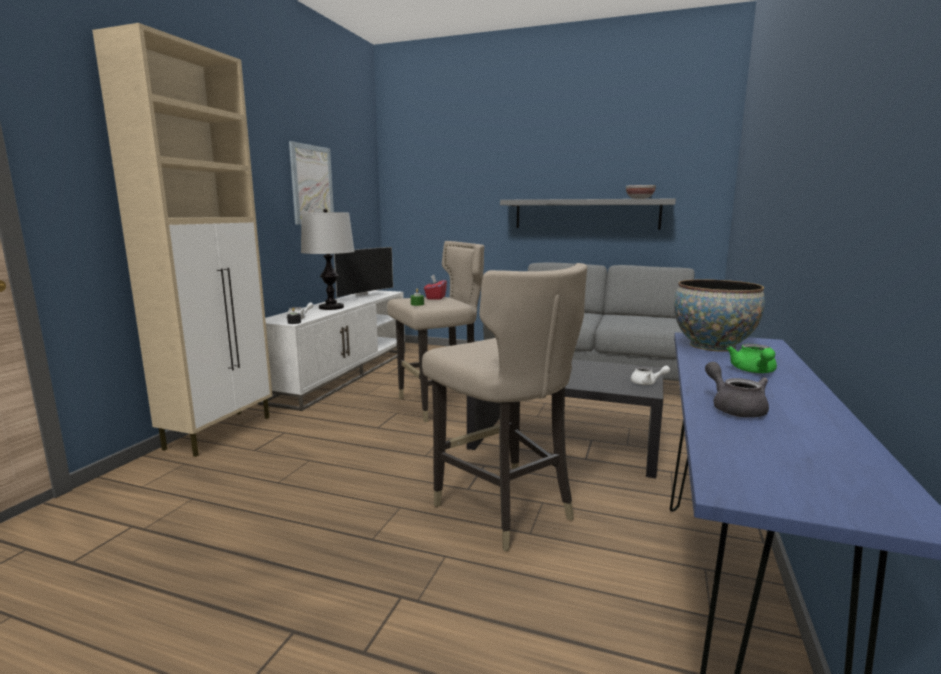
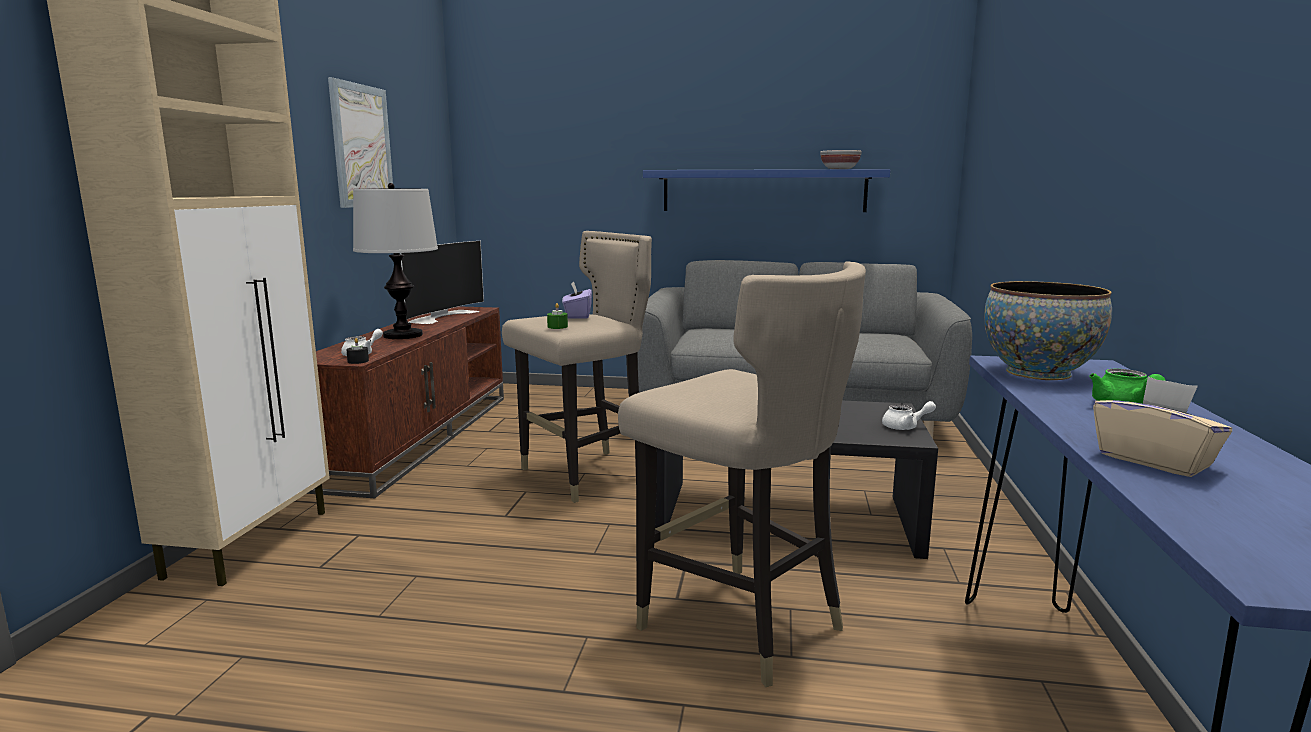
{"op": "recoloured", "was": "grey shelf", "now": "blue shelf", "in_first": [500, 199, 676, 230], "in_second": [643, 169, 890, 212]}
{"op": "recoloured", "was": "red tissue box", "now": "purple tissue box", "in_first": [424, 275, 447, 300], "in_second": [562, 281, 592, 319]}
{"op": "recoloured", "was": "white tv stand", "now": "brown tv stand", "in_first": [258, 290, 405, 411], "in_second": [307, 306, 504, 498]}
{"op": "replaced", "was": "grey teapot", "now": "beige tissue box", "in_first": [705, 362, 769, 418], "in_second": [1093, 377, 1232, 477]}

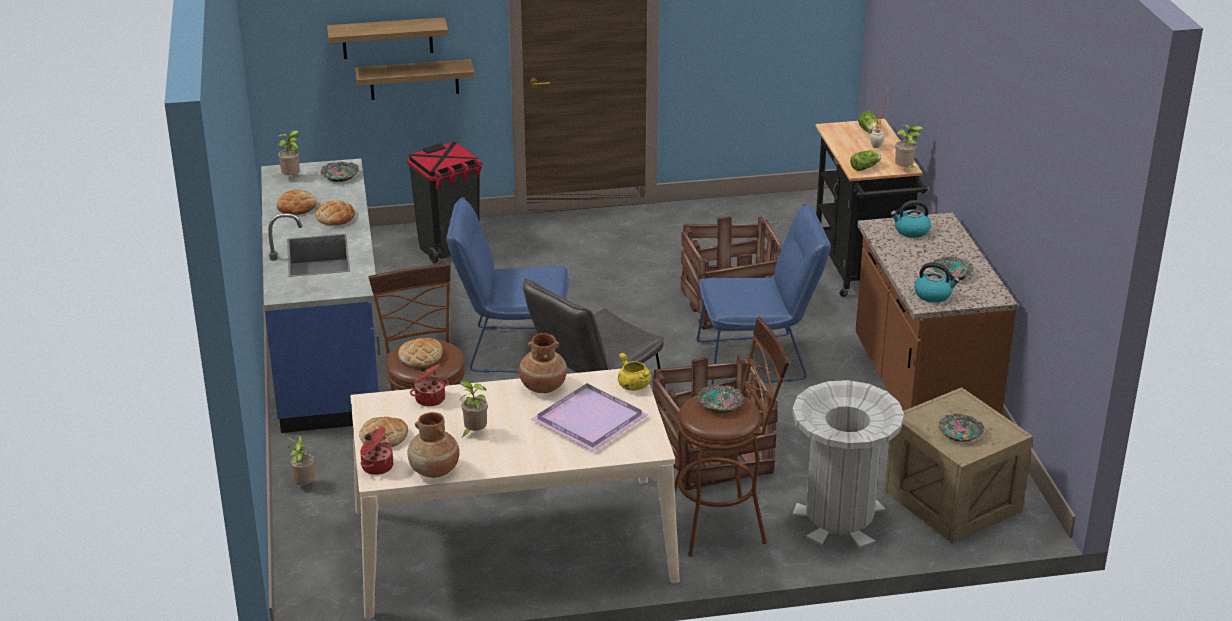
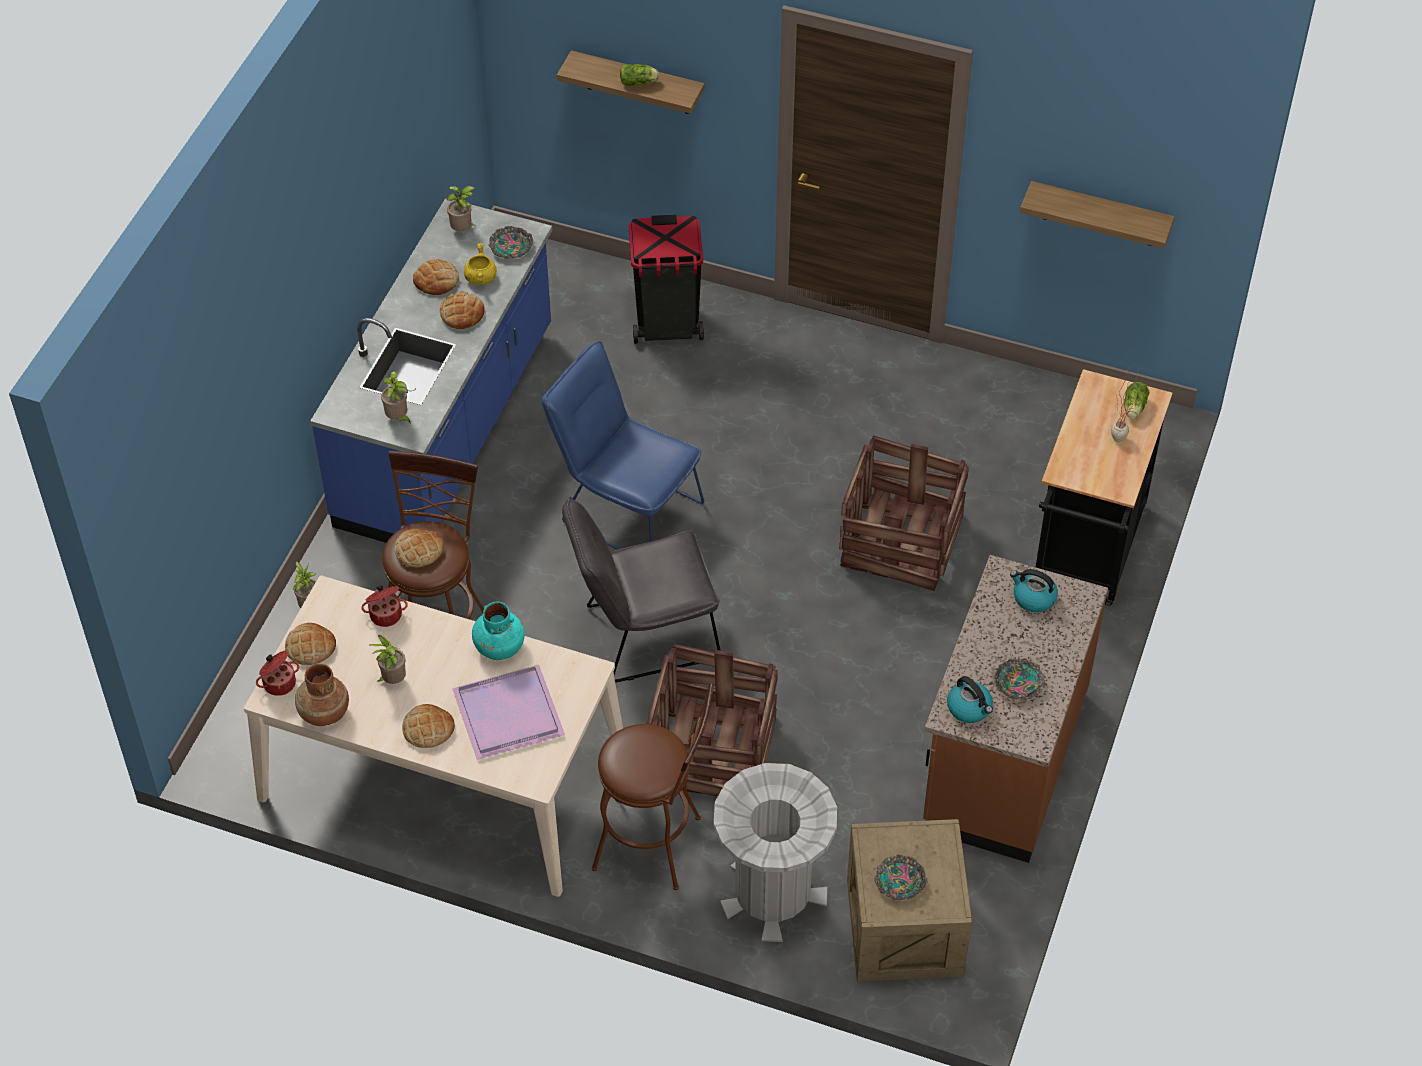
{"op": "moved", "was": "shelf", "in_first": [355, 59, 475, 100], "in_second": [1020, 181, 1175, 249]}
{"op": "moved", "was": "potted plant", "in_first": [895, 125, 923, 168], "in_second": [381, 371, 411, 424]}
{"op": "moved", "was": "lettuce", "in_first": [850, 150, 881, 171], "in_second": [620, 64, 659, 86]}
{"op": "removed", "was": "blue chair", "in_first": [697, 204, 831, 385]}
{"op": "recoloured", "was": "brown vase", "now": "turquoise vase", "in_first": [519, 333, 567, 393], "in_second": [472, 602, 525, 660]}
{"op": "moved", "was": "yellow cooking pot", "in_first": [618, 353, 651, 391], "in_second": [464, 243, 497, 285]}
{"op": "removed", "was": "bowl", "in_first": [697, 385, 744, 414]}
{"op": "added", "now": "bread", "in_second": [402, 704, 455, 748]}

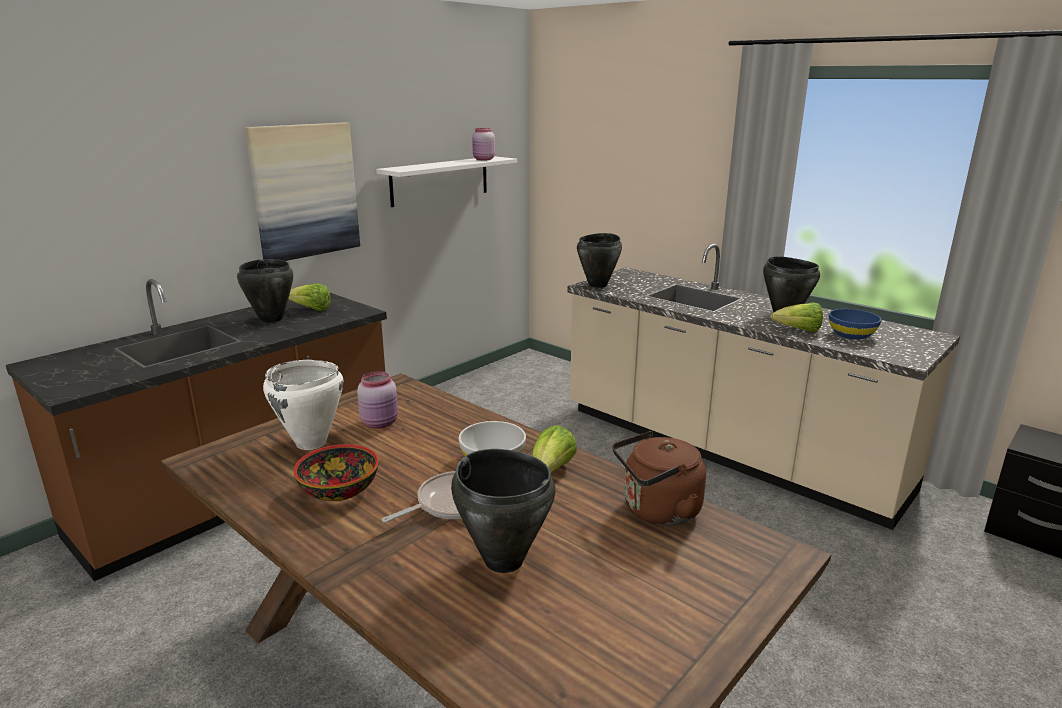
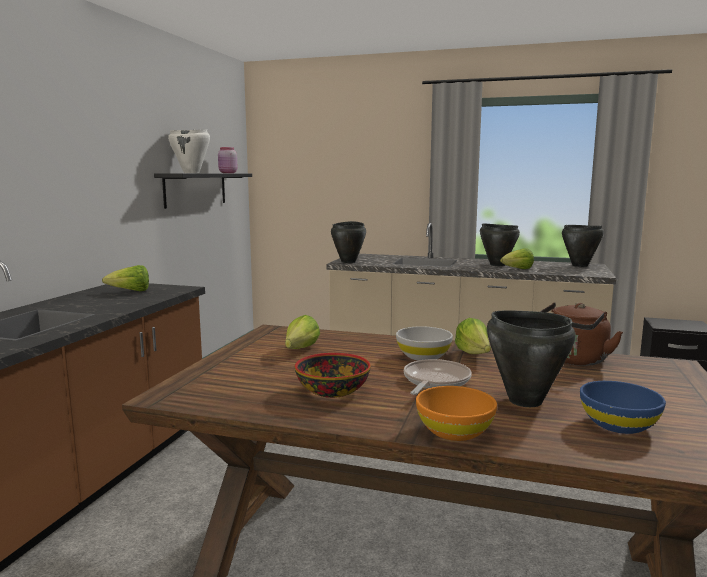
{"op": "removed", "was": "picture", "in_first": [245, 123, 360, 261]}
{"op": "recoloured", "was": "white shelf", "now": "black shelf", "in_first": [376, 156, 517, 207], "in_second": [154, 173, 252, 209]}
{"op": "moved", "was": "black cooking pot", "in_first": [237, 259, 293, 323], "in_second": [562, 225, 604, 267]}
{"op": "moved", "was": "blue bowl", "in_first": [829, 309, 882, 340], "in_second": [580, 381, 666, 434]}
{"op": "moved", "was": "white cooking pot", "in_first": [263, 360, 344, 450], "in_second": [168, 129, 210, 173]}
{"op": "replaced", "was": "pink jar", "now": "lettuce", "in_first": [357, 371, 398, 428], "in_second": [285, 315, 320, 349]}
{"op": "added", "now": "orange bowl", "in_second": [416, 386, 497, 441]}

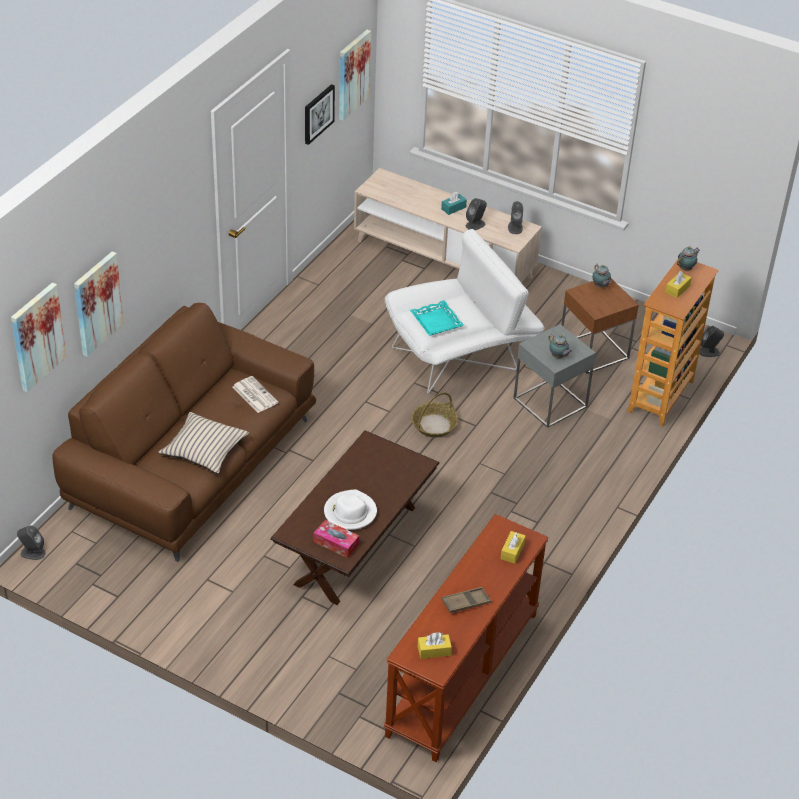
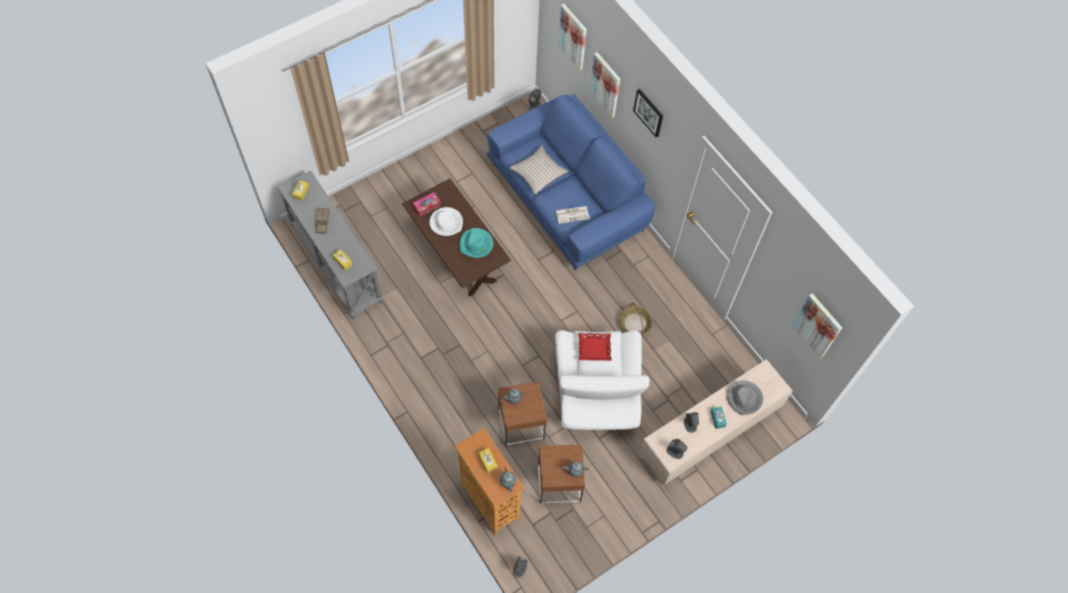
{"op": "moved", "was": "picture", "in_first": [305, 84, 335, 145], "in_second": [633, 89, 663, 138]}
{"op": "recoloured", "was": "turquoise tray", "now": "red tray", "in_first": [410, 300, 464, 336], "in_second": [578, 333, 611, 361]}
{"op": "recoloured", "was": "brown sofa", "now": "blue sofa", "in_first": [52, 303, 316, 562], "in_second": [487, 94, 655, 271]}
{"op": "recoloured", "was": "grey side table", "now": "brown side table", "in_first": [514, 324, 596, 428], "in_second": [498, 381, 547, 446]}
{"op": "moved", "was": "basket", "in_first": [411, 392, 458, 437], "in_second": [620, 303, 653, 335]}
{"op": "recoloured", "was": "brown console table", "now": "grey console table", "in_first": [383, 514, 549, 762], "in_second": [278, 171, 384, 319]}
{"op": "added", "now": "turquoise hat", "in_second": [460, 228, 493, 258]}
{"op": "added", "now": "grey hat", "in_second": [727, 380, 763, 415]}

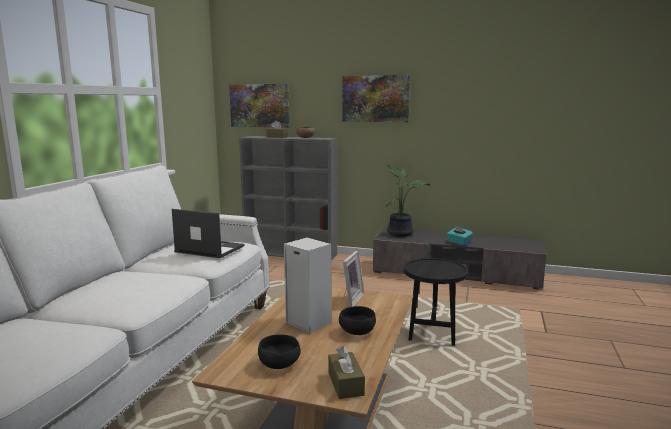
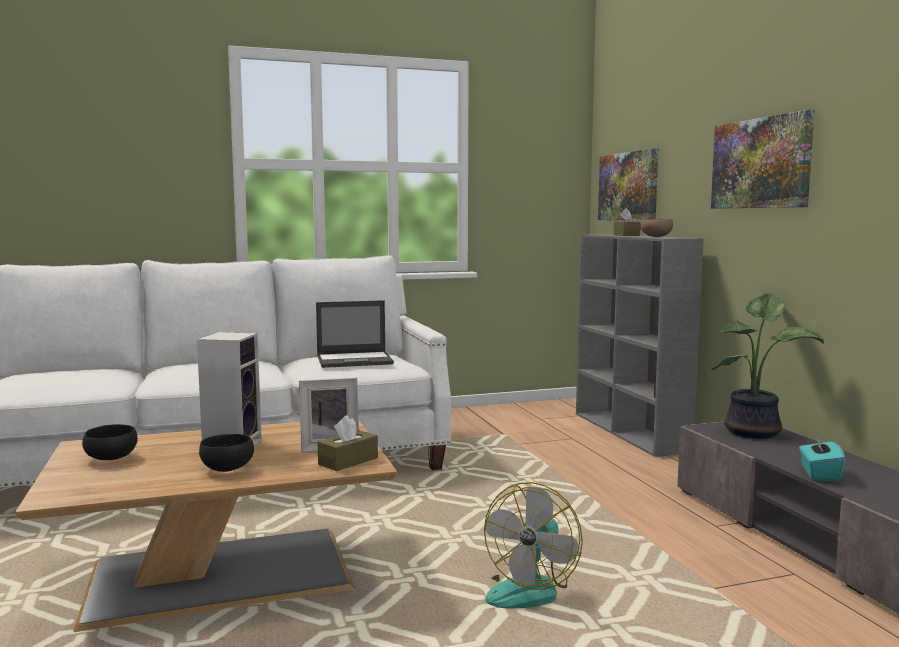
{"op": "turned", "was": "laptop", "in_first": [172, 209, 244, 258], "in_second": [316, 300, 394, 368], "clockwise": 90}
{"op": "replaced", "was": "black side table", "now": "fan", "in_first": [404, 258, 468, 346], "in_second": [484, 482, 583, 609]}
{"op": "moved", "was": "brown tissue box", "in_first": [328, 346, 365, 399], "in_second": [318, 415, 378, 471]}

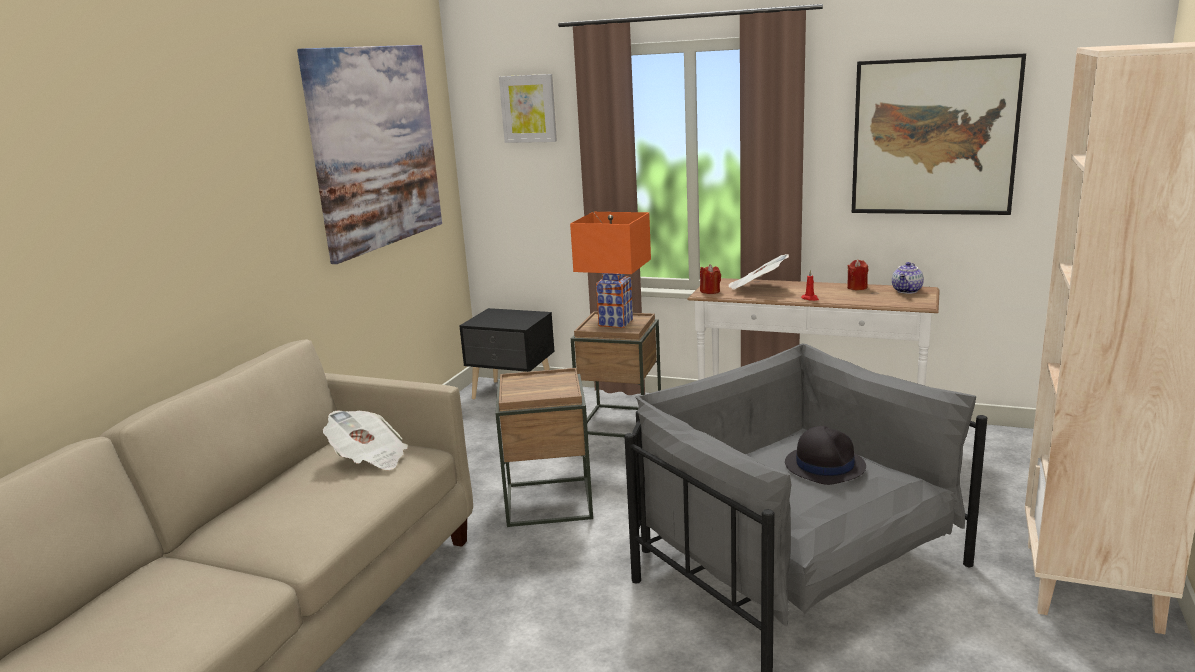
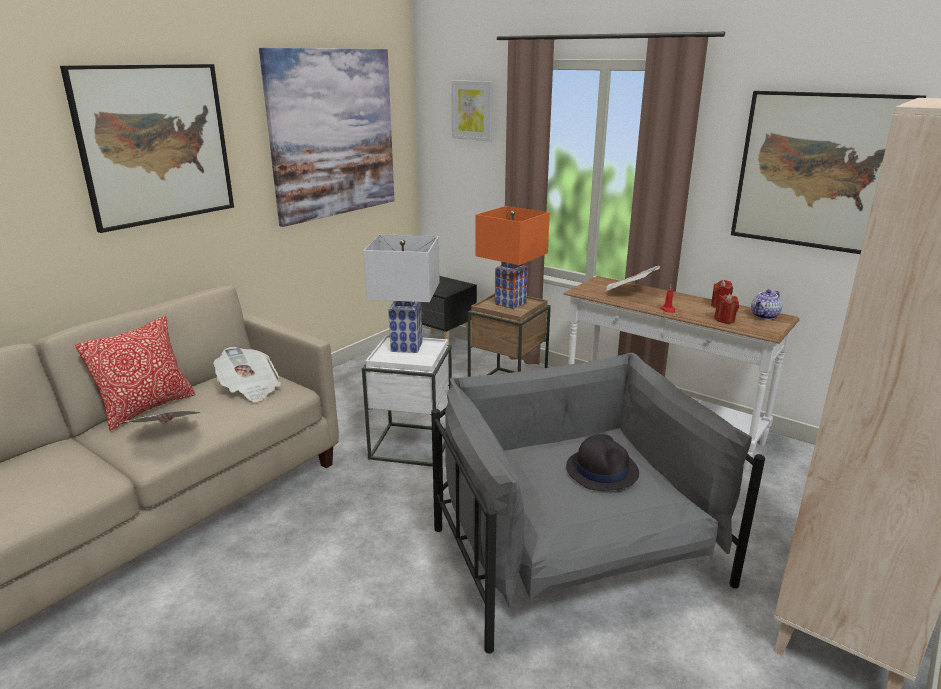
{"op": "moved", "was": "red candle", "in_first": [700, 264, 721, 294], "in_second": [714, 294, 739, 323]}
{"op": "recoloured", "was": "brown side table", "now": "white side table", "in_first": [495, 368, 593, 527], "in_second": [362, 335, 452, 467]}
{"op": "added", "now": "picture", "in_second": [60, 64, 234, 233]}
{"op": "added", "now": "white table lamp", "in_second": [364, 234, 440, 353]}
{"op": "added", "now": "pillow", "in_second": [75, 316, 195, 431]}
{"op": "added", "now": "newspaper", "in_second": [123, 411, 201, 424]}

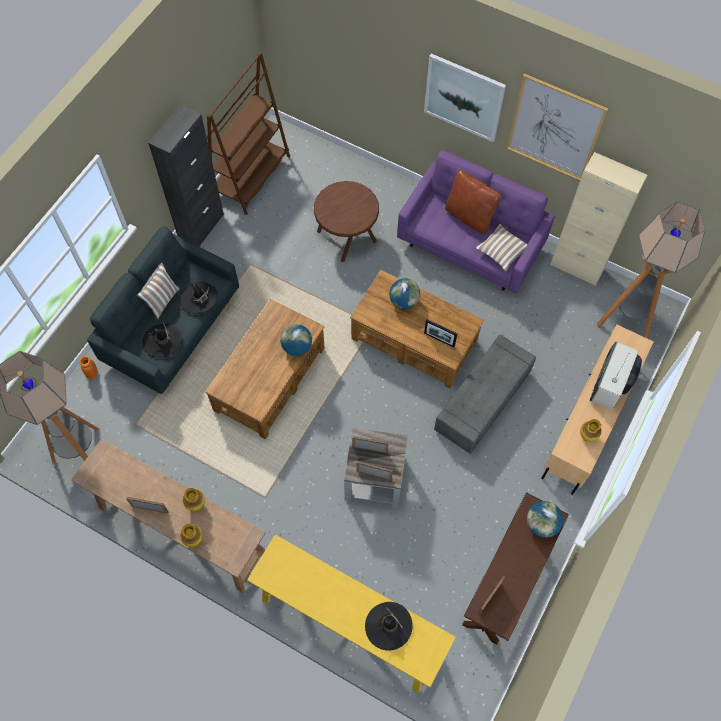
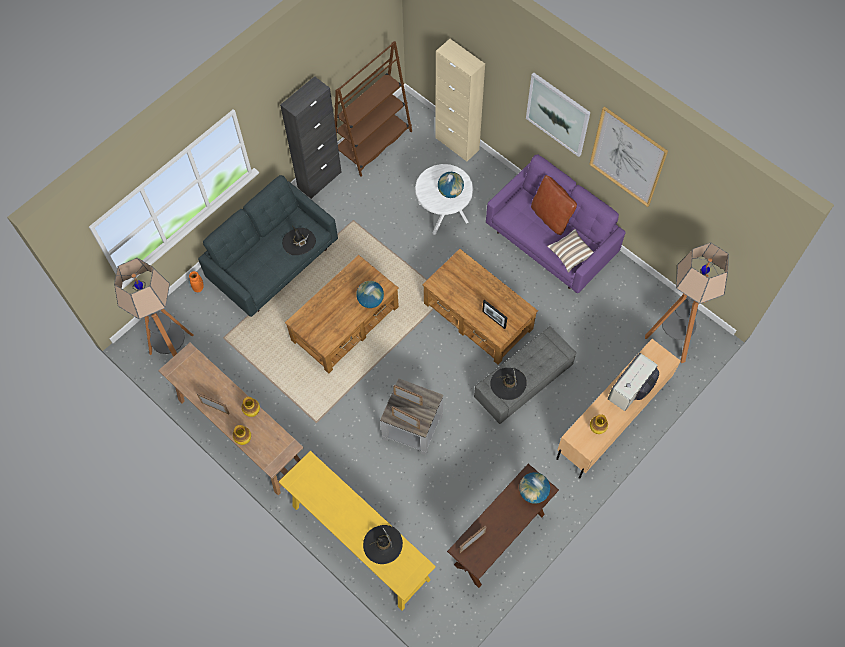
{"op": "moved", "was": "beige cabinet", "in_first": [550, 152, 647, 286], "in_second": [435, 39, 485, 162]}
{"op": "recoloured", "was": "brown side table", "now": "white side table", "in_first": [314, 181, 379, 262], "in_second": [415, 164, 473, 235]}
{"op": "removed", "was": "pillow", "in_first": [137, 263, 180, 320]}
{"op": "moved", "was": "globe", "in_first": [389, 278, 420, 309], "in_second": [438, 172, 464, 198]}
{"op": "moved", "was": "black hat", "in_first": [143, 323, 181, 358], "in_second": [490, 368, 527, 400]}

